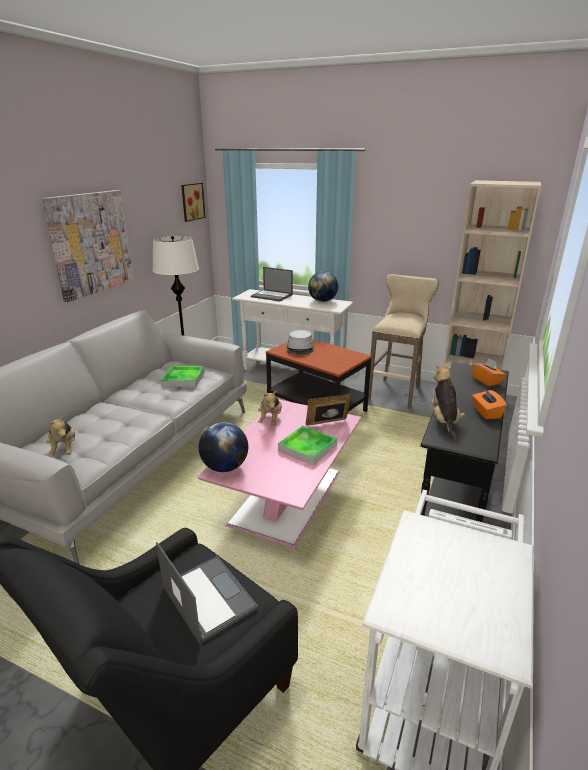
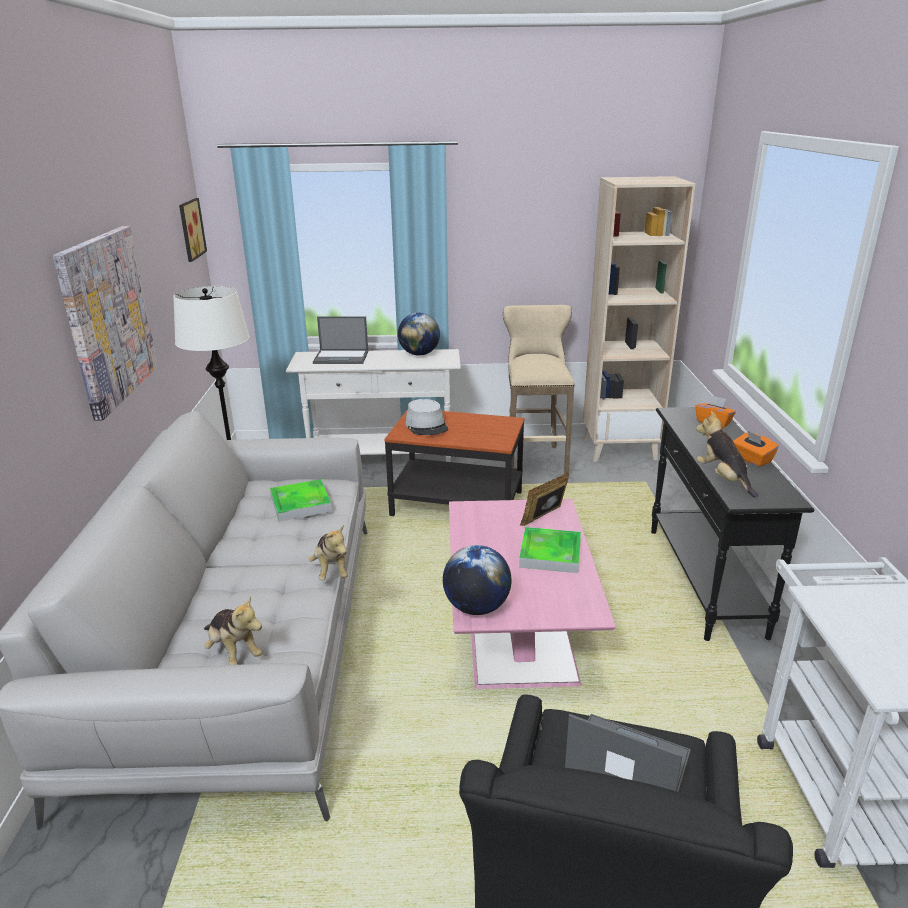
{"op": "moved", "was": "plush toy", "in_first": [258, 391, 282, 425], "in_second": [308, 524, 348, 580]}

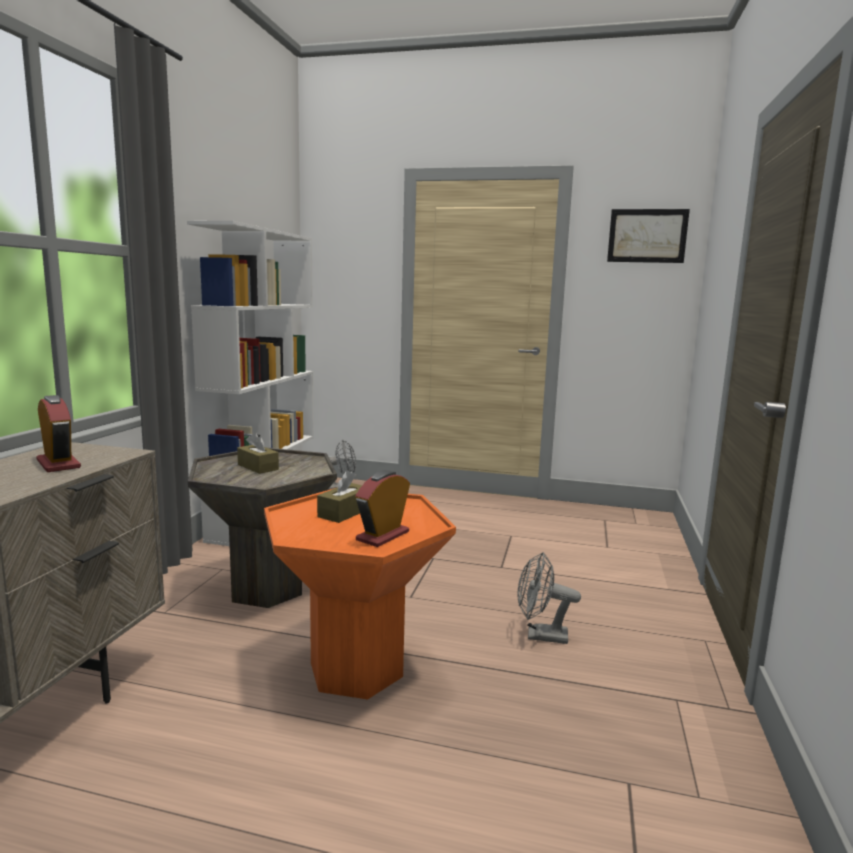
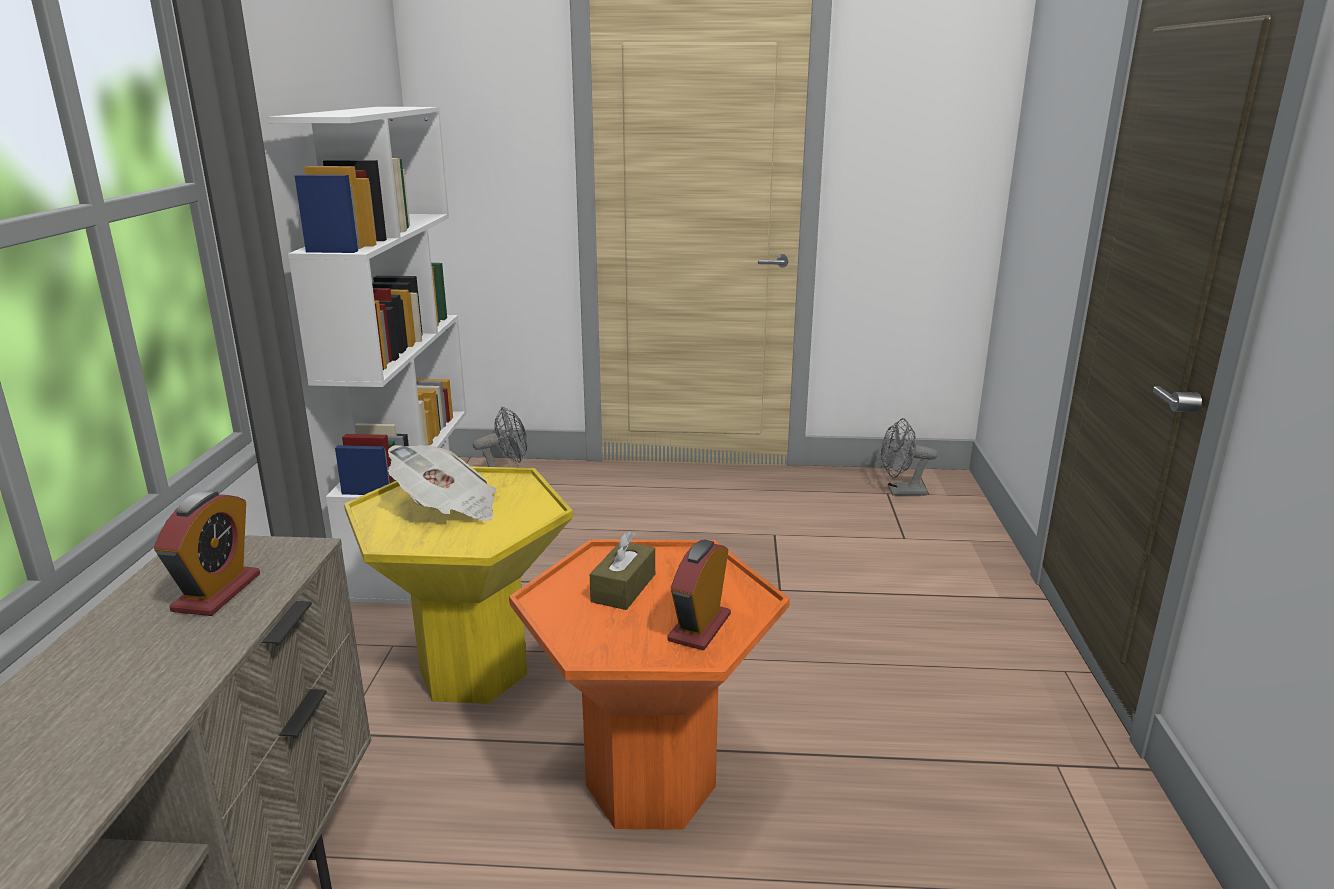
{"op": "removed", "was": "picture", "in_first": [607, 209, 690, 263]}
{"op": "turned", "was": "alarm clock", "in_first": [36, 395, 81, 472], "in_second": [154, 491, 260, 616], "clockwise": 60}
{"op": "replaced", "was": "brown tissue box", "now": "newspaper", "in_first": [237, 433, 279, 474], "in_second": [388, 445, 496, 521]}
{"op": "recoloured", "was": "grey side table", "now": "yellow side table", "in_first": [188, 447, 337, 608], "in_second": [344, 466, 573, 704]}
{"op": "moved", "was": "grey fan", "in_first": [518, 552, 581, 644], "in_second": [881, 418, 938, 496]}

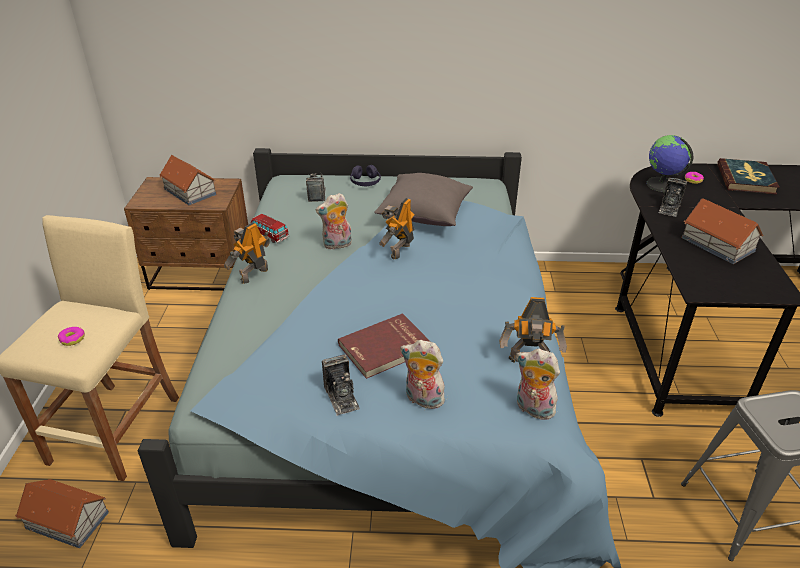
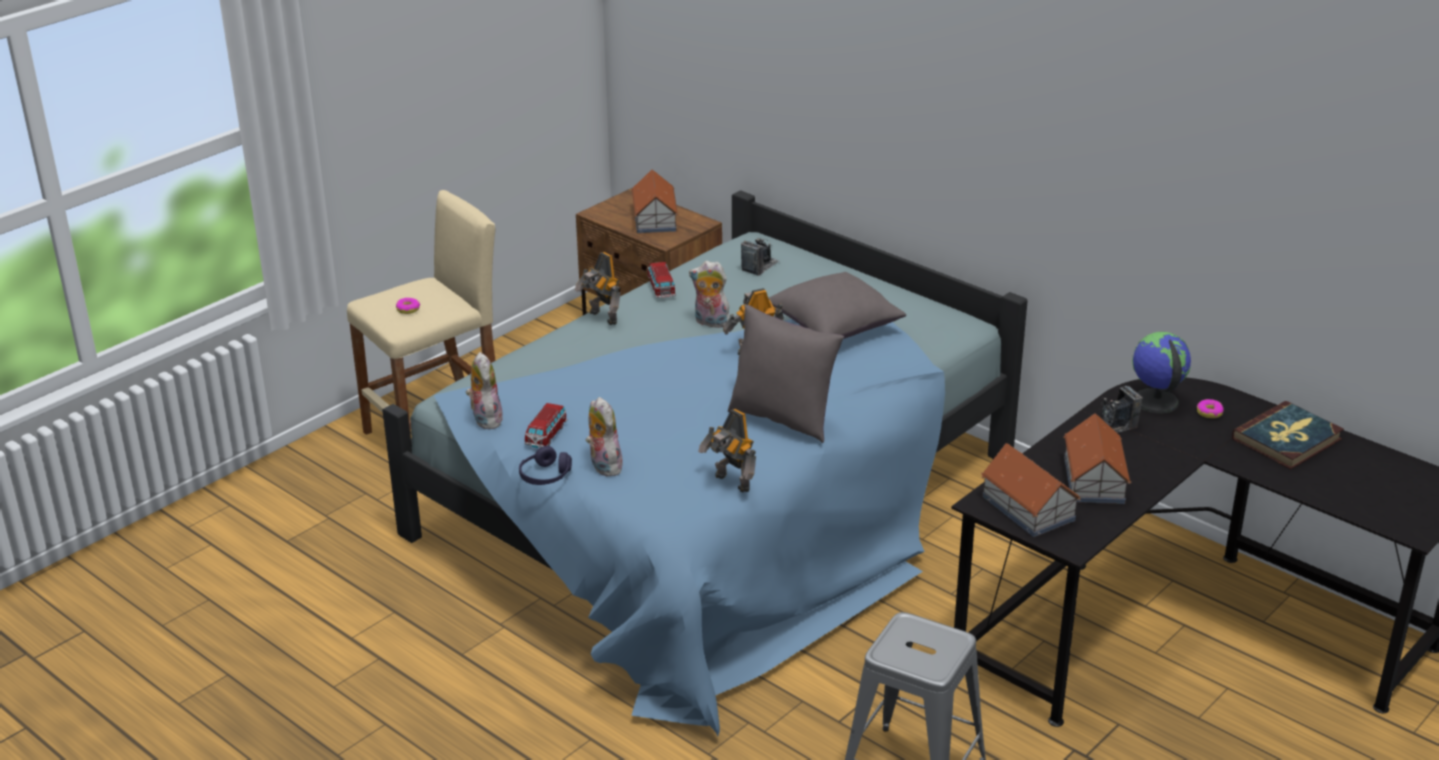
{"op": "moved", "was": "purple headphones", "in_first": [350, 165, 381, 186], "in_second": [519, 446, 572, 485]}
{"op": "turned", "was": "toy robot", "in_first": [224, 222, 270, 284], "in_second": [575, 252, 621, 325], "clockwise": -120}
{"op": "removed", "was": "red book", "in_first": [338, 313, 431, 379]}
{"op": "moved", "was": "plush toy", "in_first": [516, 349, 560, 420], "in_second": [466, 352, 503, 429]}
{"op": "replaced", "was": "photo camera", "now": "toy car", "in_first": [322, 354, 360, 416], "in_second": [525, 403, 567, 448]}
{"op": "moved", "was": "toy house", "in_first": [15, 479, 109, 548], "in_second": [981, 443, 1081, 537]}
{"op": "added", "now": "grey pillow", "in_second": [728, 305, 844, 443]}

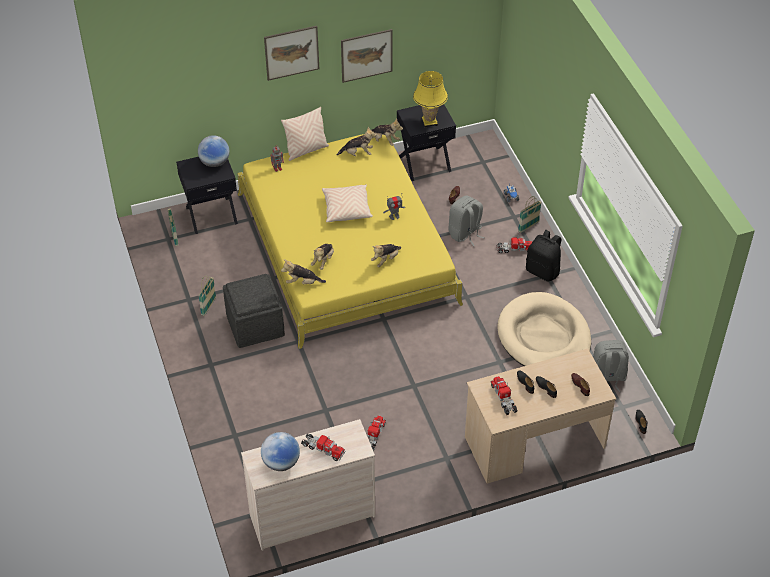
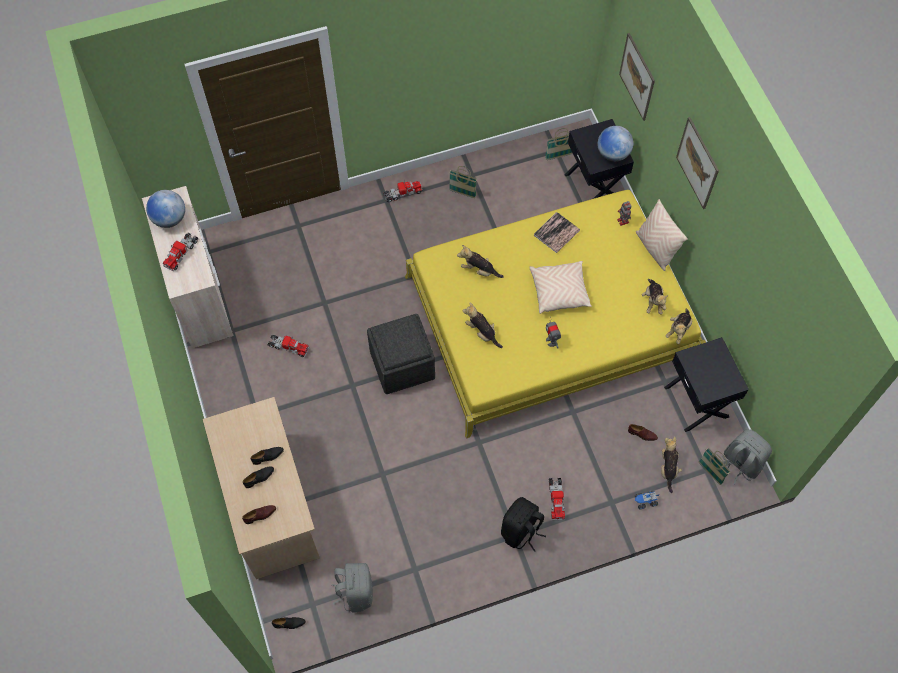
{"op": "moved", "was": "picture", "in_first": [341, 29, 392, 83], "in_second": [619, 33, 655, 121]}
{"op": "removed", "was": "yellow table lamp", "in_first": [413, 71, 448, 128]}
{"op": "moved", "was": "grey backpack", "in_first": [449, 195, 484, 246], "in_second": [722, 429, 772, 485]}
{"op": "moved", "was": "basket", "in_first": [518, 196, 542, 233], "in_second": [698, 448, 730, 485]}
{"op": "moved", "was": "plush toy", "in_first": [281, 259, 326, 284], "in_second": [661, 437, 682, 493]}
{"op": "moved", "was": "grey ottoman", "in_first": [223, 274, 285, 348], "in_second": [367, 314, 435, 394]}
{"op": "removed", "was": "beige dog bed", "in_first": [497, 292, 591, 366]}
{"op": "moved", "was": "toy truck", "in_first": [490, 376, 517, 415], "in_second": [383, 180, 423, 202]}
{"op": "added", "now": "book", "in_second": [534, 212, 580, 253]}

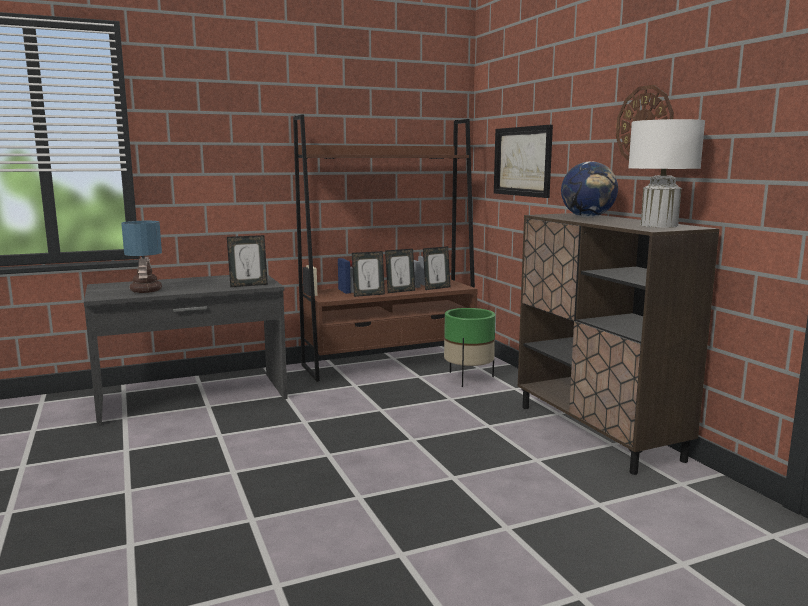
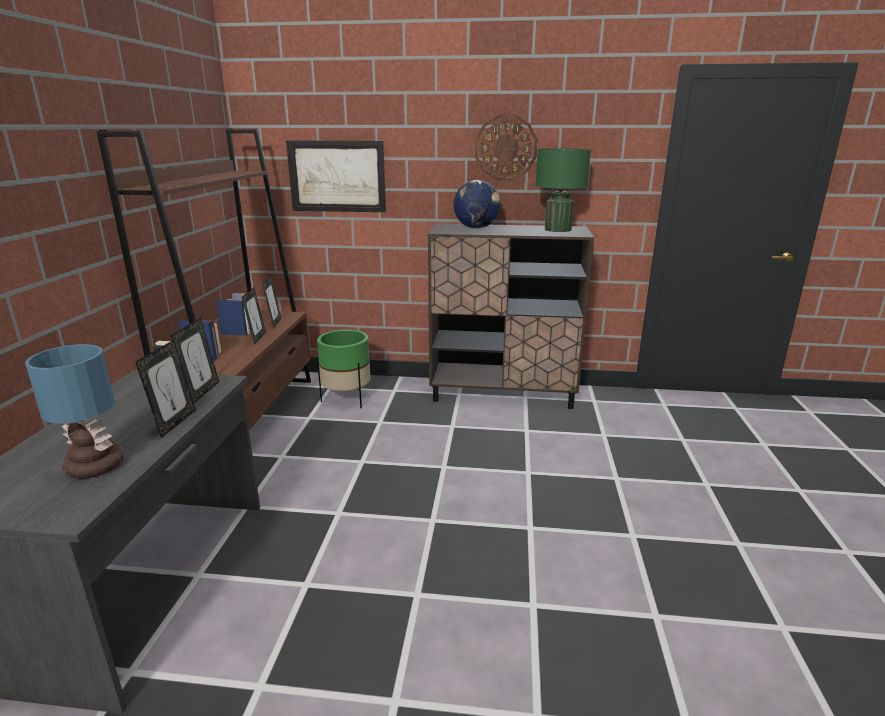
{"op": "recoloured", "was": "white table lamp", "now": "green table lamp", "in_first": [628, 119, 705, 228], "in_second": [535, 149, 591, 232]}
{"op": "moved", "was": "picture frame", "in_first": [352, 251, 385, 297], "in_second": [135, 340, 196, 438]}

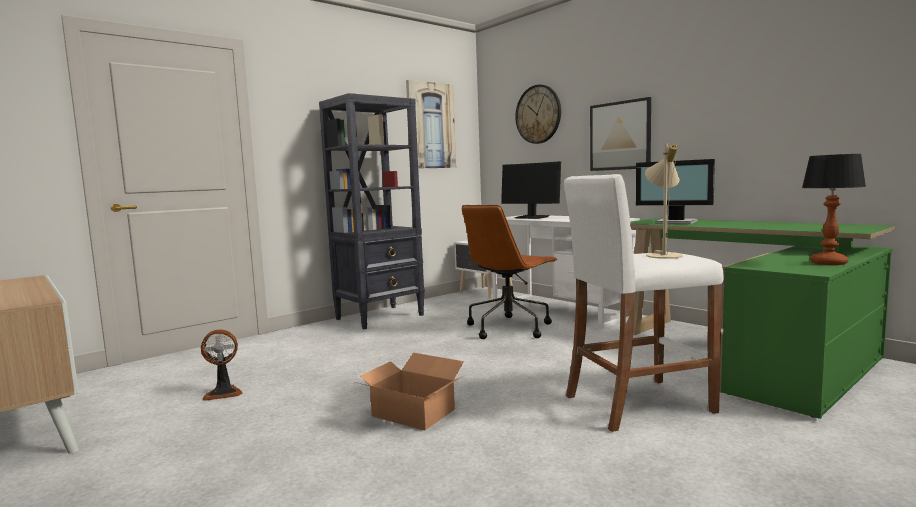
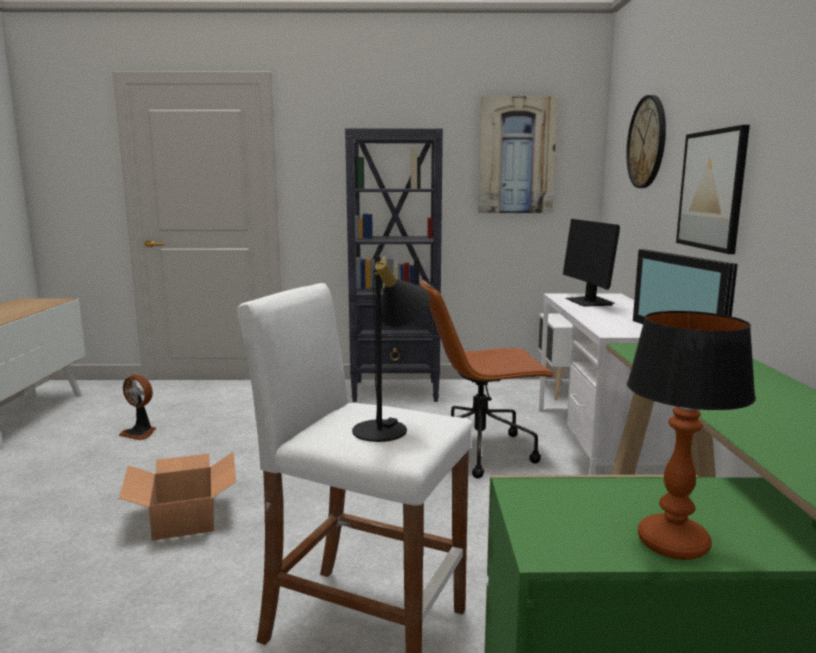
{"op": "recoloured", "was": "beige table lamp", "now": "black table lamp", "in_first": [645, 143, 683, 259], "in_second": [352, 256, 430, 442]}

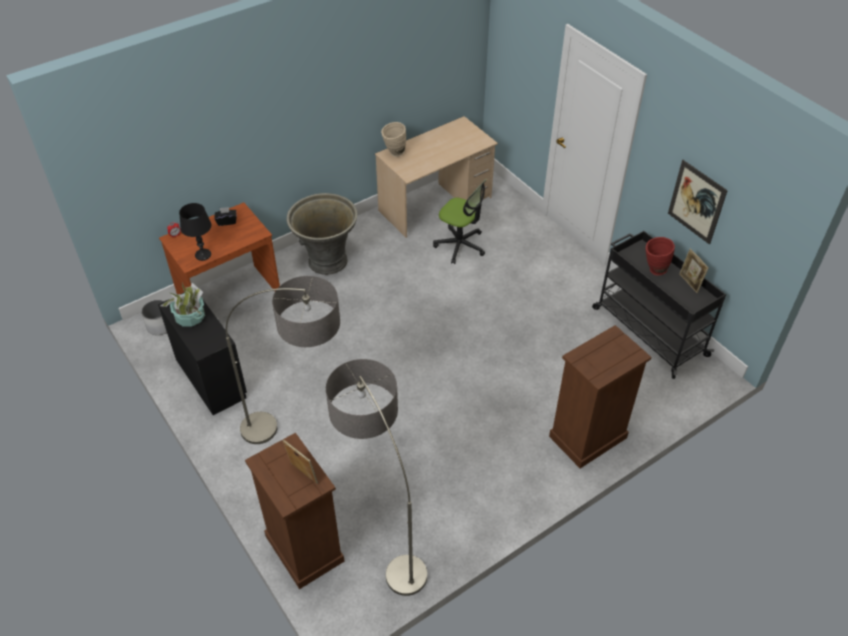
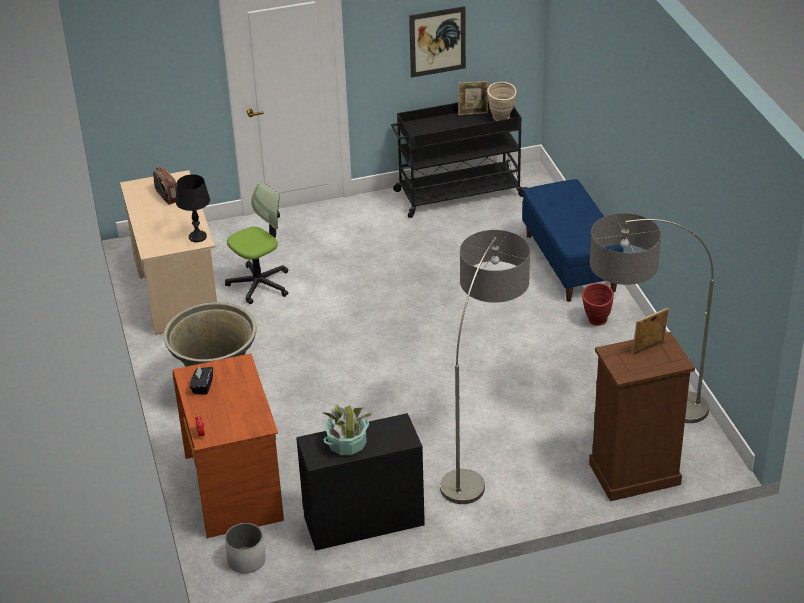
{"op": "moved", "was": "beige vase", "in_first": [381, 122, 406, 157], "in_second": [487, 82, 517, 121]}
{"op": "moved", "was": "black table lamp", "in_first": [179, 203, 211, 261], "in_second": [176, 174, 210, 242]}
{"op": "moved", "was": "red vase", "in_first": [645, 237, 675, 276], "in_second": [582, 283, 614, 326]}
{"op": "replaced", "was": "brown dresser", "now": "blue bench", "in_first": [549, 325, 652, 468], "in_second": [522, 179, 623, 302]}
{"op": "added", "now": "radio", "in_second": [153, 167, 177, 205]}

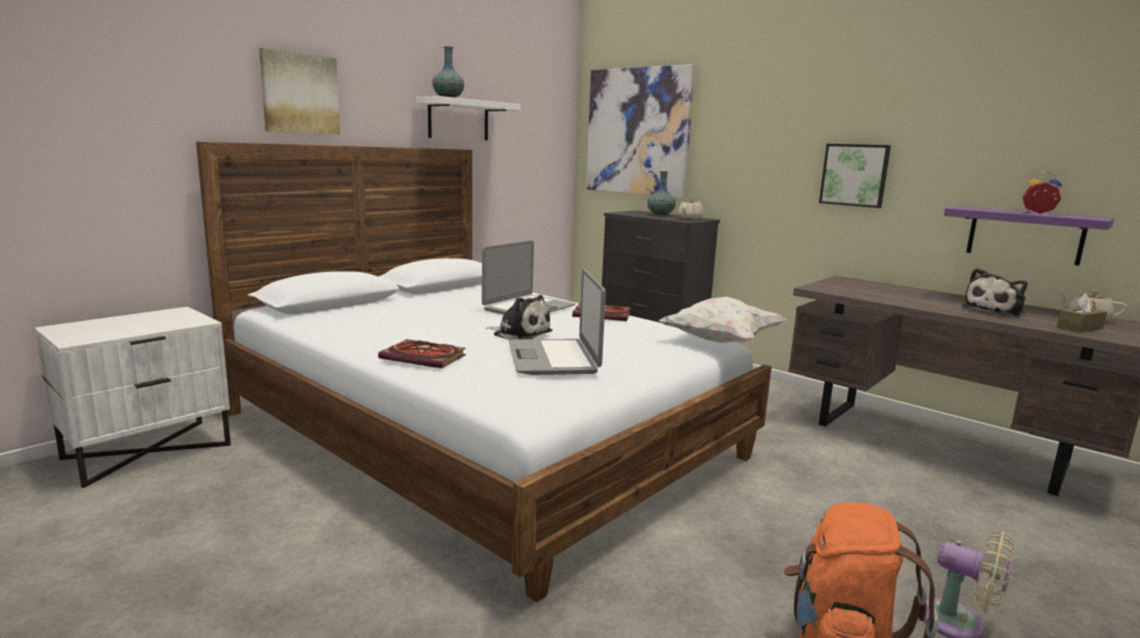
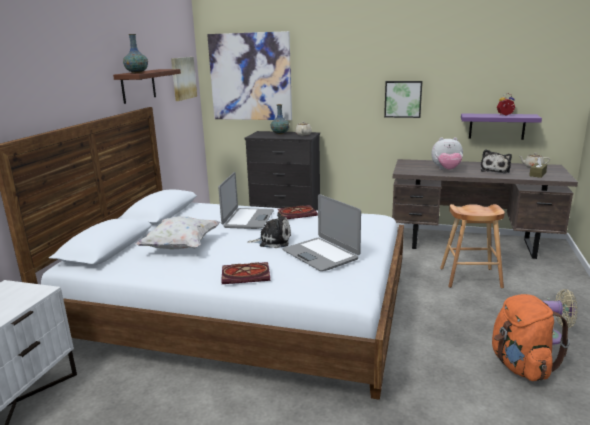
{"op": "moved", "was": "picture", "in_first": [259, 48, 340, 134], "in_second": [171, 57, 197, 101]}
{"op": "recoloured", "was": "white shelf", "now": "brown shelf", "in_first": [416, 96, 521, 140], "in_second": [113, 69, 181, 104]}
{"op": "moved", "was": "white pillow", "in_first": [658, 297, 786, 343], "in_second": [135, 216, 220, 249]}
{"op": "added", "now": "plush toy", "in_second": [431, 137, 463, 170]}
{"op": "added", "now": "brown stool", "in_second": [440, 204, 505, 288]}

